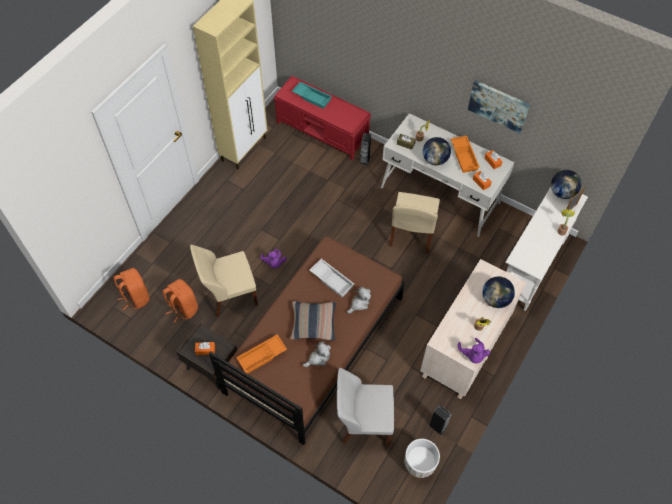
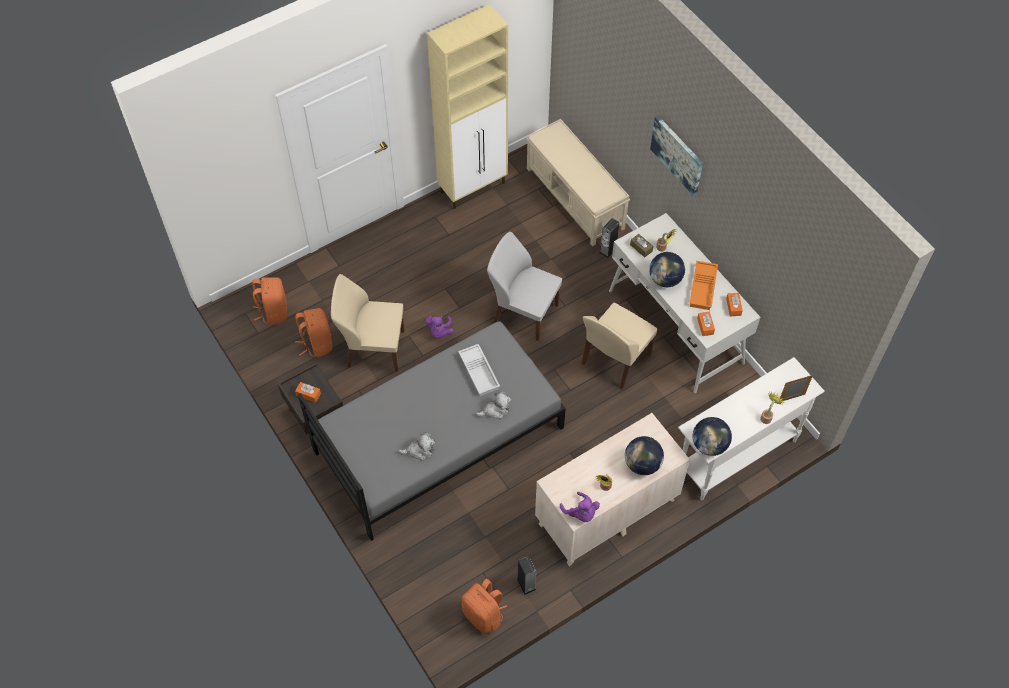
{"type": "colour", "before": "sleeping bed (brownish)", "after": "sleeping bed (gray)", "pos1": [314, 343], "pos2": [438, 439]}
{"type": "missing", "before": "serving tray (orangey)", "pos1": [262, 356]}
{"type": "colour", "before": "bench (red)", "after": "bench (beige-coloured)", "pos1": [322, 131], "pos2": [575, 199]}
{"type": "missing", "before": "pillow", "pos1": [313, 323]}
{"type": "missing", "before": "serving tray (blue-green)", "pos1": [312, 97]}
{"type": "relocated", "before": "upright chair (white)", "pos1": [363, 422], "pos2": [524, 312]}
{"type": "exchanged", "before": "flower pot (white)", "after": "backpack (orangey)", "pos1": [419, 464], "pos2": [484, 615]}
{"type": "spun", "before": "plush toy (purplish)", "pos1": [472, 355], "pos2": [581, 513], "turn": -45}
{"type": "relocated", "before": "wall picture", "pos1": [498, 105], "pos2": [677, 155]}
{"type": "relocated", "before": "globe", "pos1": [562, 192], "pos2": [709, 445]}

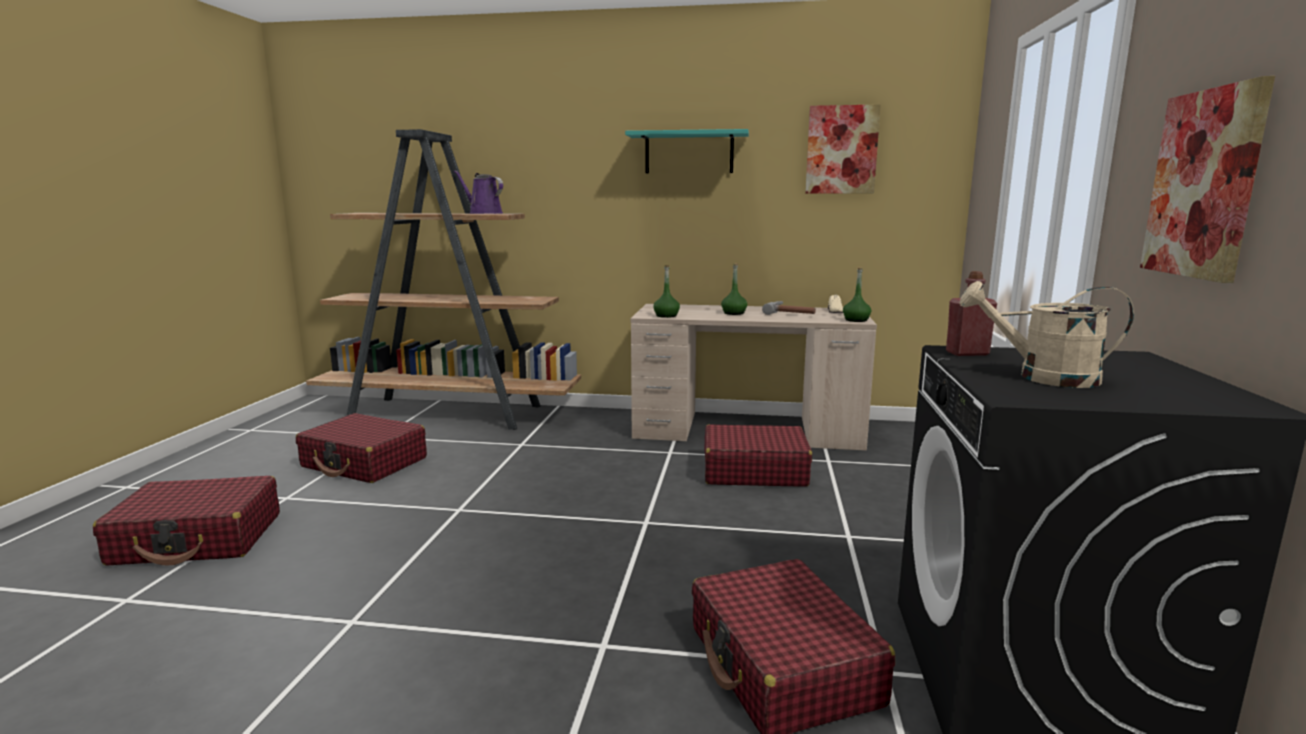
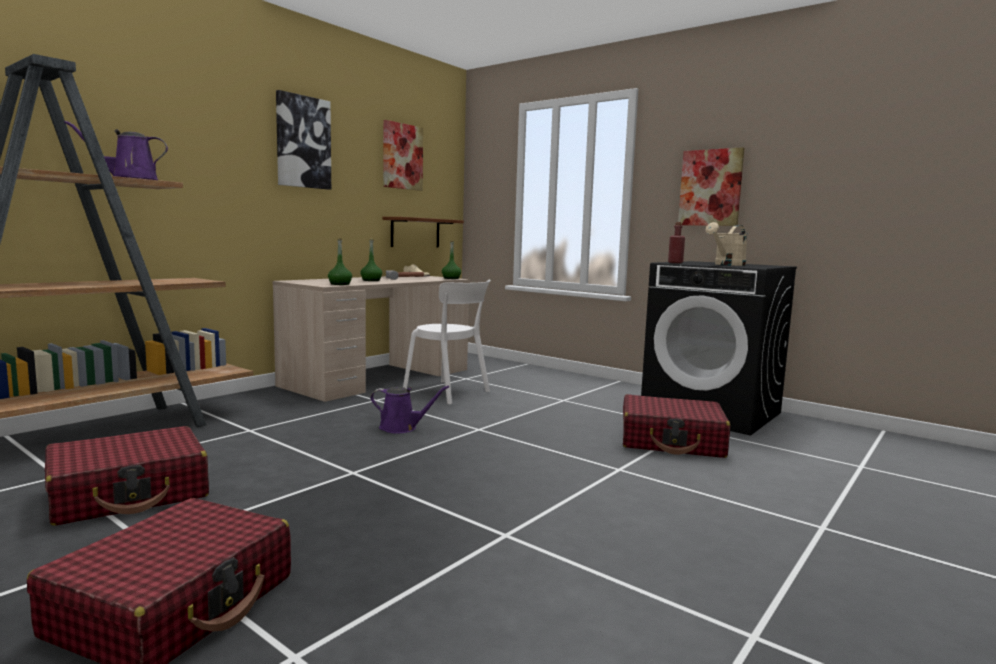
{"type": "exchanged", "before": "shelf (blue-green)", "after": "wall picture", "pos1": [689, 153], "pos2": [303, 142]}
{"type": "exchanged", "before": "suitcase (red)", "after": "upright chair (white)", "pos1": [754, 471], "pos2": [449, 393]}
{"type": "appeared", "after": "watering can (purplish)", "pos2": [402, 428]}
{"type": "appeared", "after": "shelf (brownish)", "pos2": [415, 232]}

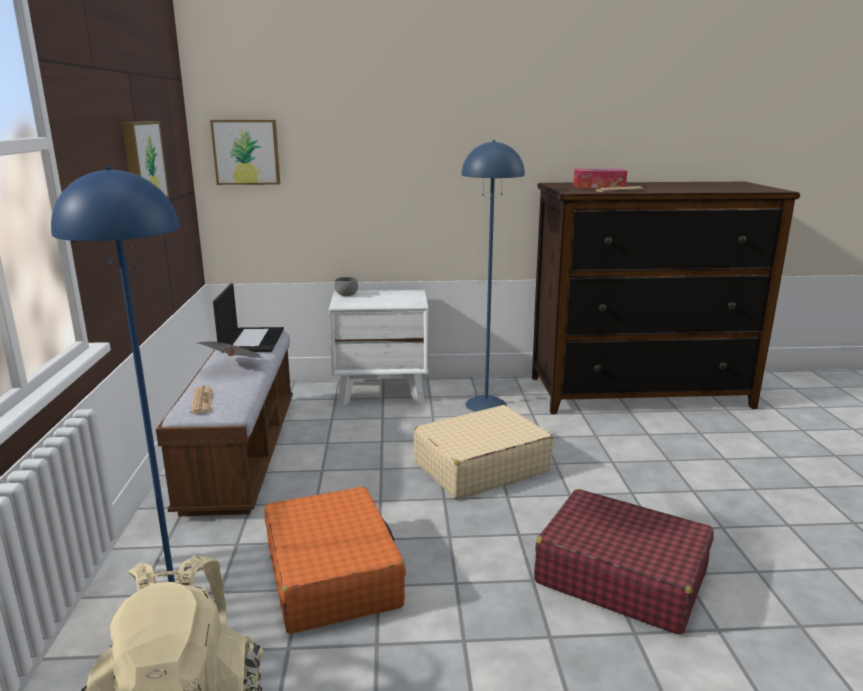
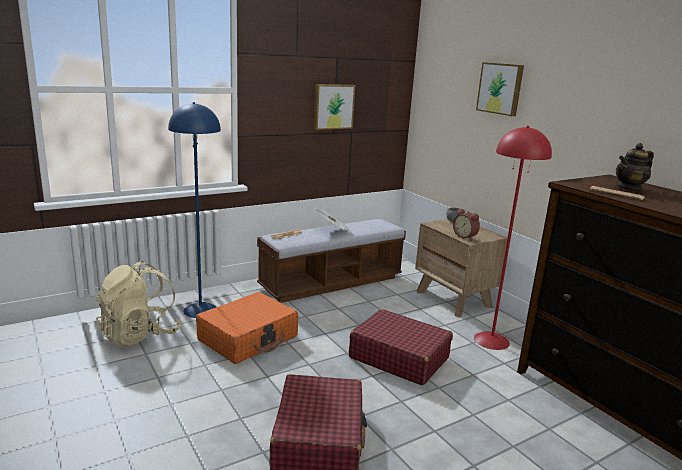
{"type": "relocated", "before": "wall picture", "pos1": [246, 152], "pos2": [500, 88]}
{"type": "missing", "before": "portable computer", "pos1": [251, 340]}
{"type": "colour", "before": "bedside table (white)", "after": "bedside table (brownish)", "pos1": [382, 392], "pos2": [454, 299]}
{"type": "colour", "before": "suitcase (beige-coloured)", "after": "suitcase (red)", "pos1": [480, 467], "pos2": [398, 357]}
{"type": "colour", "before": "standard lamp (blue)", "after": "standard lamp (red)", "pos1": [486, 404], "pos2": [491, 340]}
{"type": "exchanged", "before": "tissue holder", "after": "tea pot", "pos1": [599, 186], "pos2": [629, 188]}
{"type": "appeared", "after": "alarm clock", "pos2": [465, 236]}

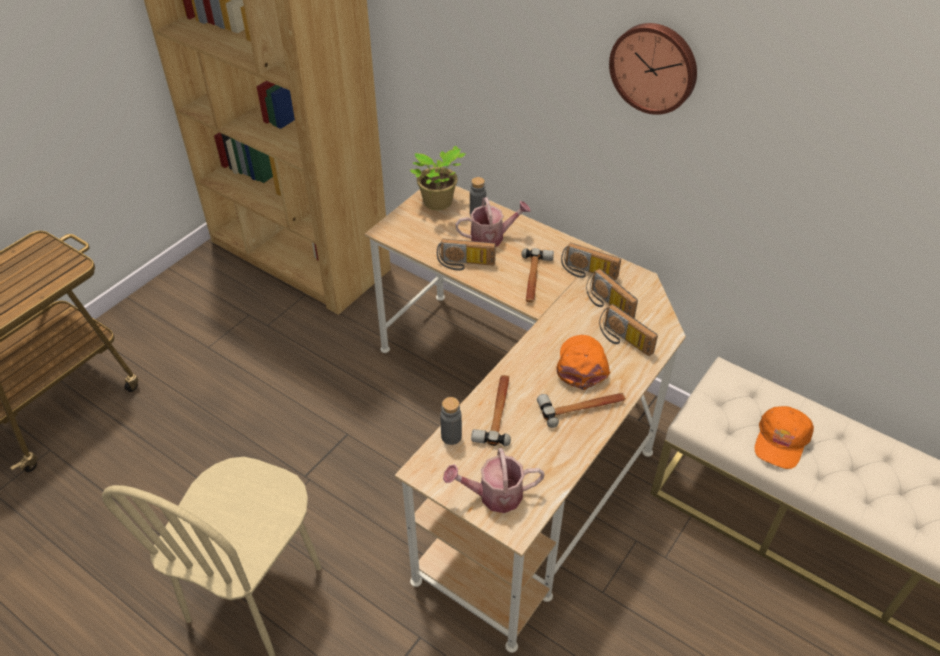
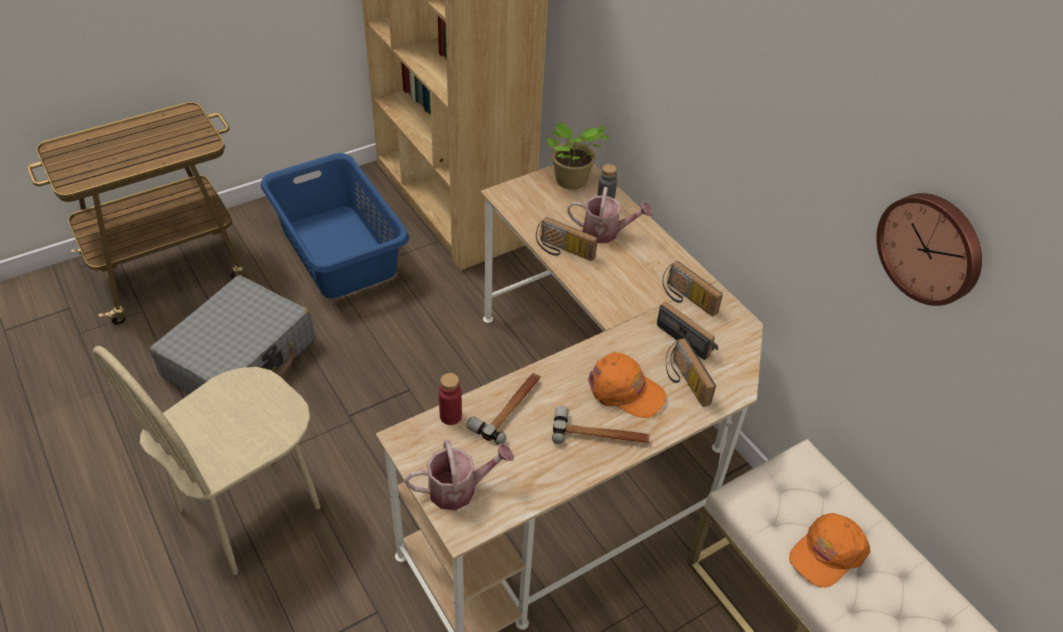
{"type": "colour", "before": "drink bottle (gray)", "after": "drink bottle (red)", "pos1": [451, 436], "pos2": [450, 416]}
{"type": "spun", "before": "watering can", "pos1": [494, 495], "pos2": [459, 489], "turn": 150}
{"type": "missing", "before": "hammer", "pos1": [534, 279]}
{"type": "spun", "before": "cap (orangey)", "pos1": [582, 364], "pos2": [625, 391], "turn": 90}
{"type": "spun", "before": "radio", "pos1": [607, 304], "pos2": [688, 338], "turn": 150}
{"type": "relocated", "before": "hanging clock", "pos1": [654, 67], "pos2": [931, 247]}
{"type": "appeared", "after": "suitcase (gray)", "pos2": [240, 358]}
{"type": "appeared", "after": "hamper (blue)", "pos2": [339, 250]}

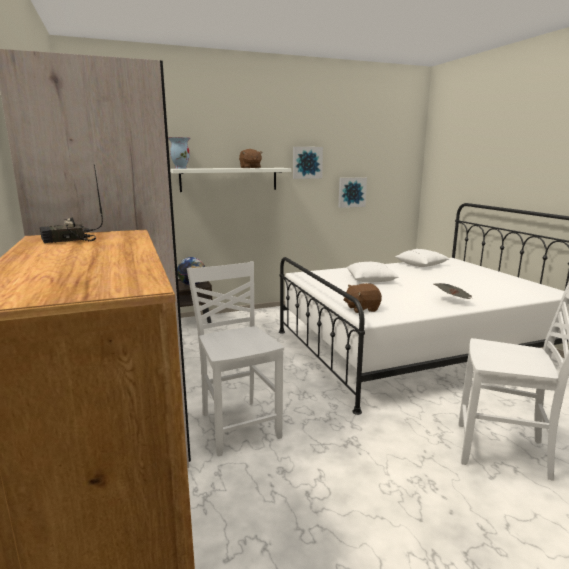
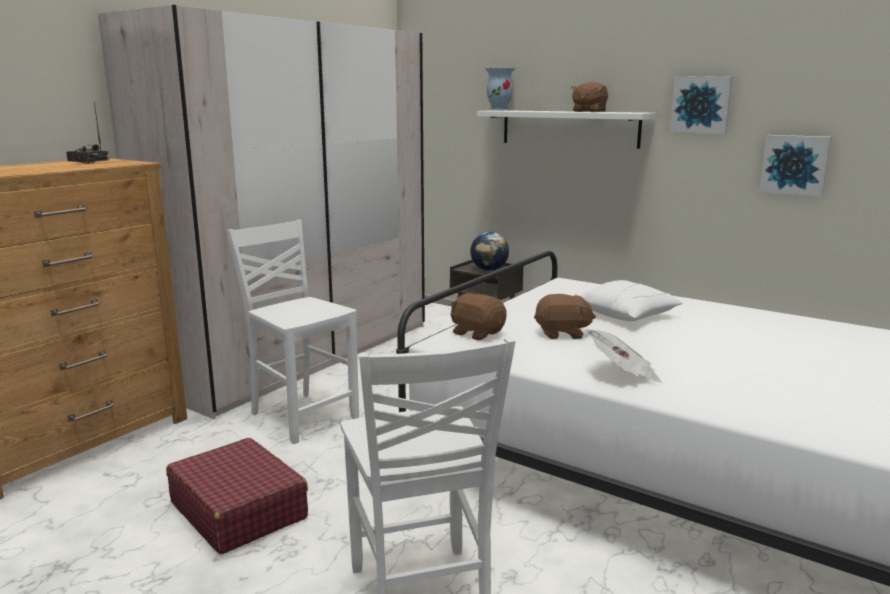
{"type": "spun", "before": "upright chair (white)", "pos1": [238, 425], "pos2": [302, 415], "turn": -75}
{"type": "missing", "before": "pillow (white)", "pos1": [421, 265]}
{"type": "appeared", "after": "suitcase (red)", "pos2": [238, 510]}
{"type": "appeared", "after": "plush toy (brownish)", "pos2": [562, 334]}

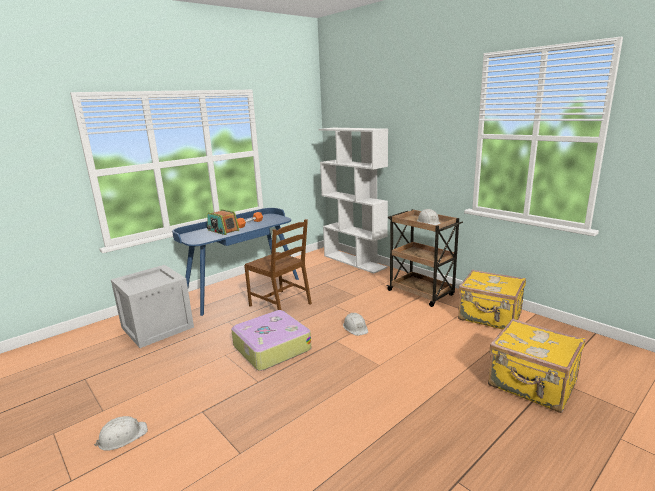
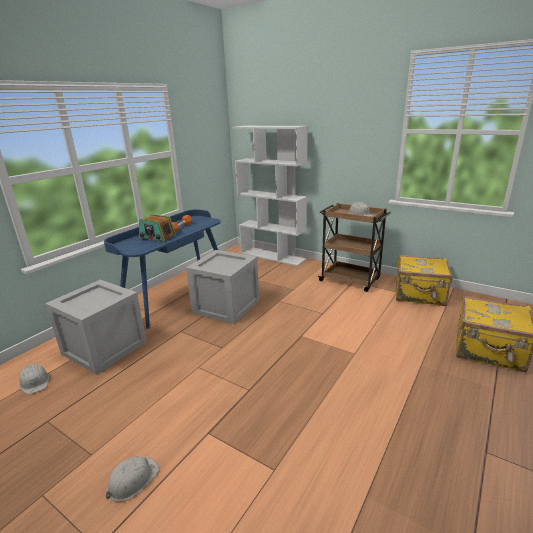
{"type": "missing", "before": "suitcase", "pos1": [271, 348]}
{"type": "exchanged", "before": "upright chair (brownish)", "after": "crate", "pos1": [281, 304], "pos2": [226, 306]}
{"type": "relocated", "before": "hard hat (white)", "pos1": [355, 328], "pos2": [35, 382]}

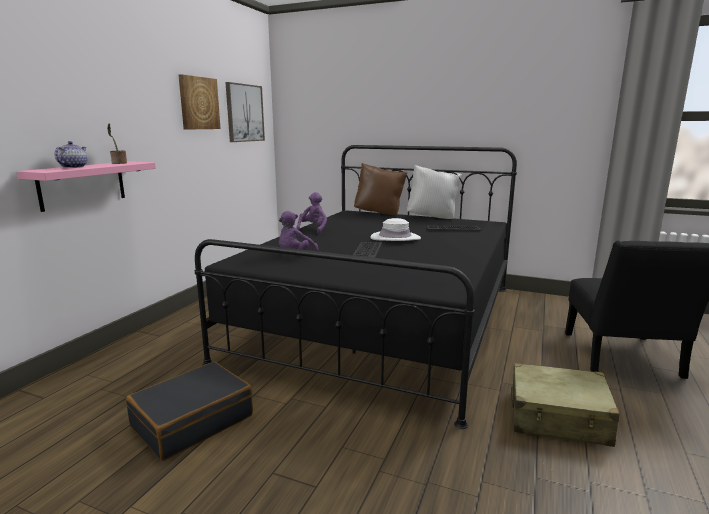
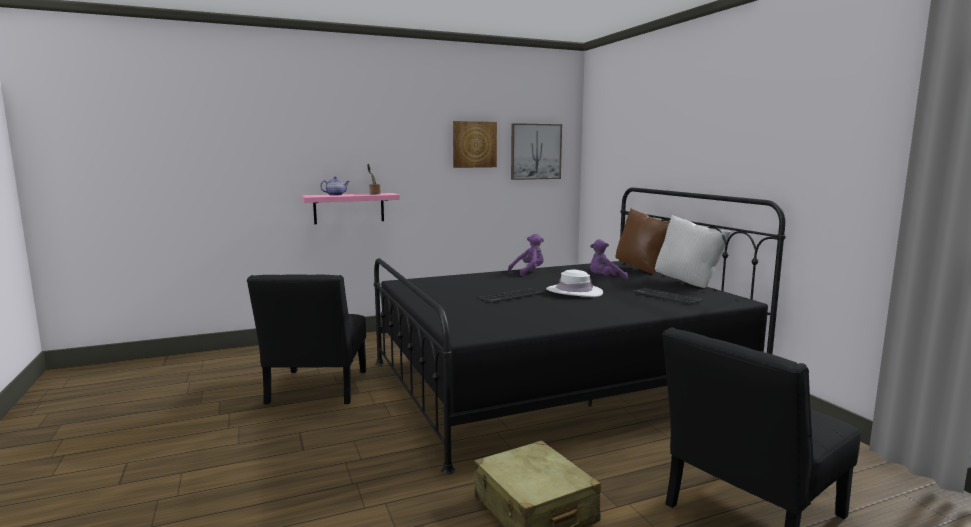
{"type": "exchanged", "before": "suitcase (blackish)", "after": "upright chair (blackish)", "pos1": [192, 420], "pos2": [316, 390]}
{"type": "relocated", "before": "plush toy (purplish)", "pos1": [295, 255], "pos2": [605, 279]}

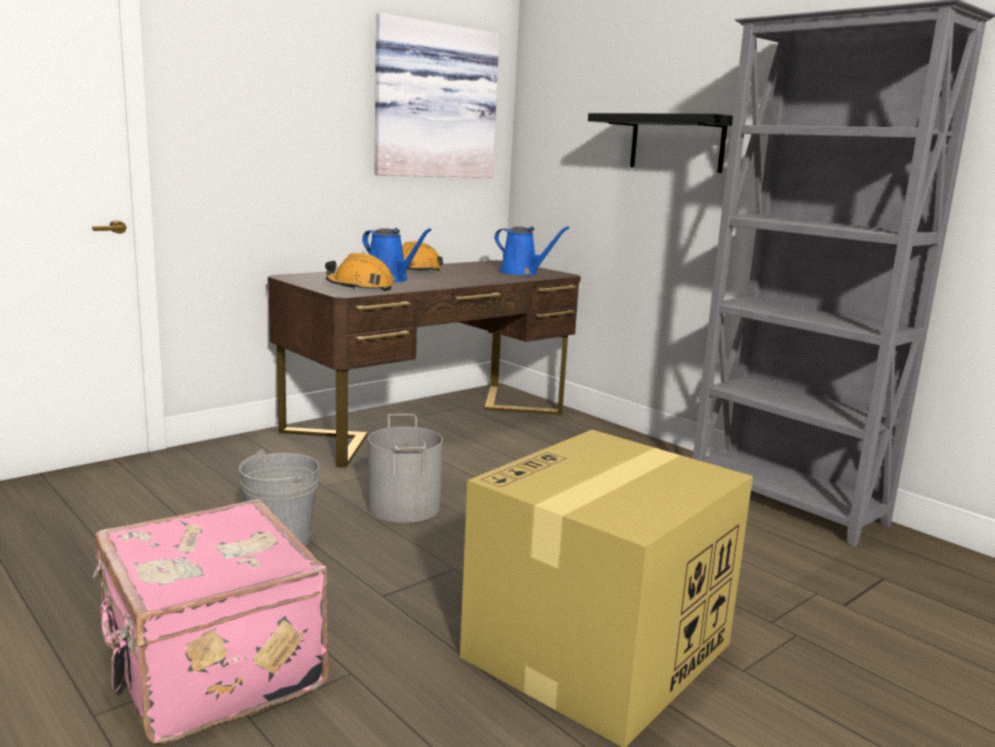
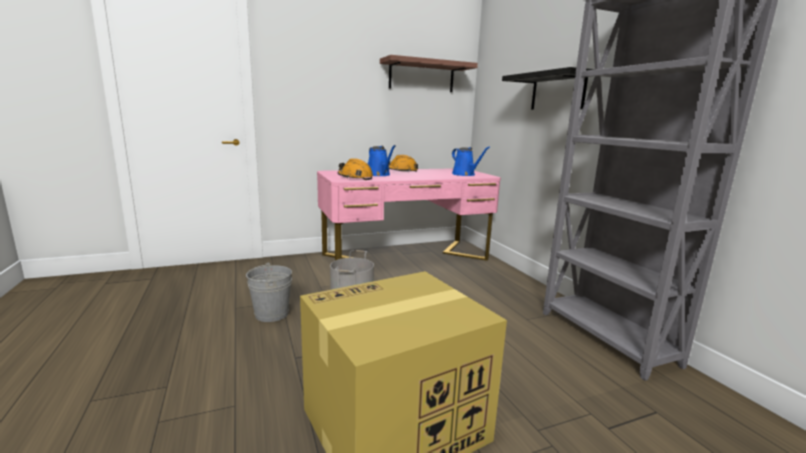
{"type": "missing", "before": "suitcase (pinkish)", "pos1": [209, 669]}
{"type": "colour", "before": "desk table (brownish)", "after": "desk table (pinkish)", "pos1": [429, 422], "pos2": [406, 257]}
{"type": "exchanged", "before": "wall picture", "after": "shelf", "pos1": [433, 101], "pos2": [421, 76]}

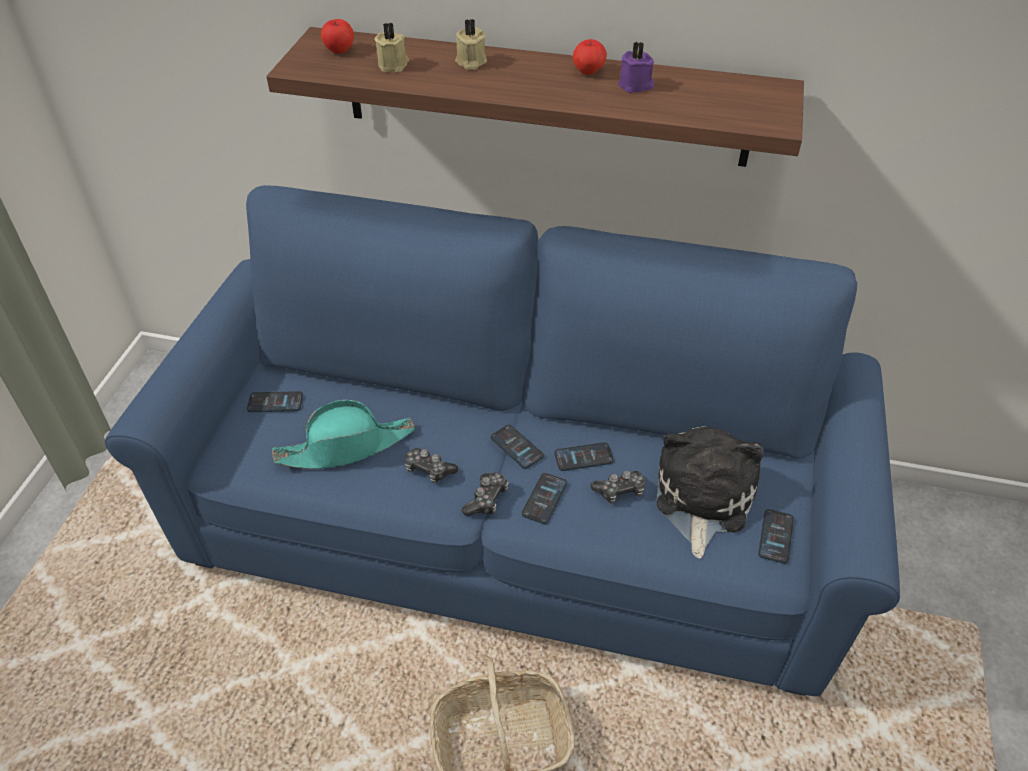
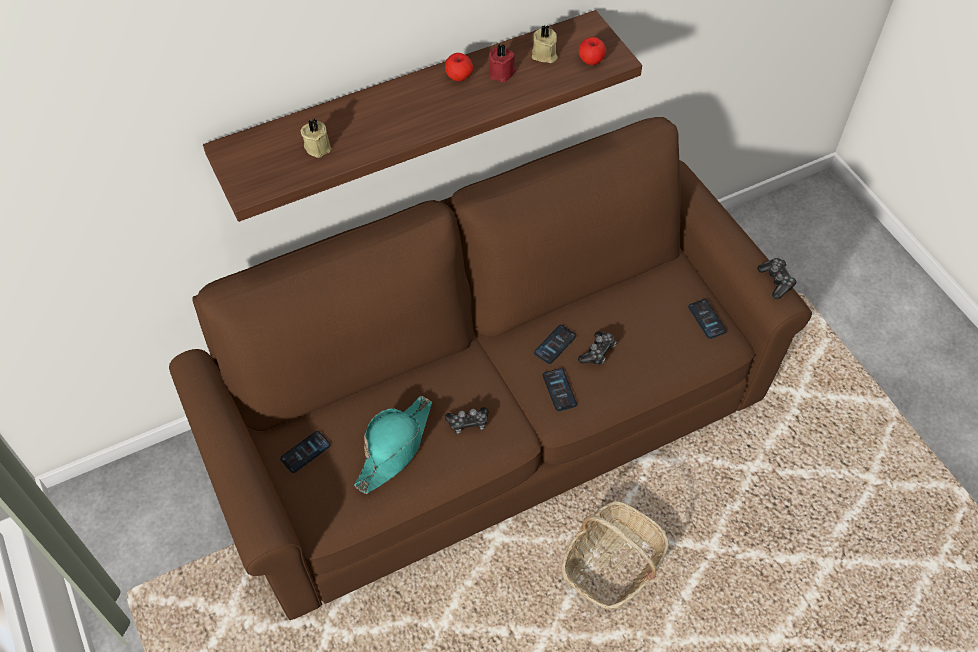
{"type": "colour", "before": "settee (blue)", "after": "settee (brownish)", "pos1": [514, 524], "pos2": [490, 421]}
{"type": "relocated", "before": "whole apple", "pos1": [339, 50], "pos2": [591, 61]}
{"type": "relocated", "before": "wax light (beige-coloured)", "pos1": [470, 62], "pos2": [544, 55]}
{"type": "relocated", "before": "game controller", "pos1": [486, 499], "pos2": [776, 281]}
{"type": "missing", "before": "telephone", "pos1": [516, 447]}
{"type": "colour", "before": "wax light (purplish)", "after": "wax light (red)", "pos1": [636, 85], "pos2": [502, 73]}
{"type": "missing", "before": "plush toy", "pos1": [701, 499]}

